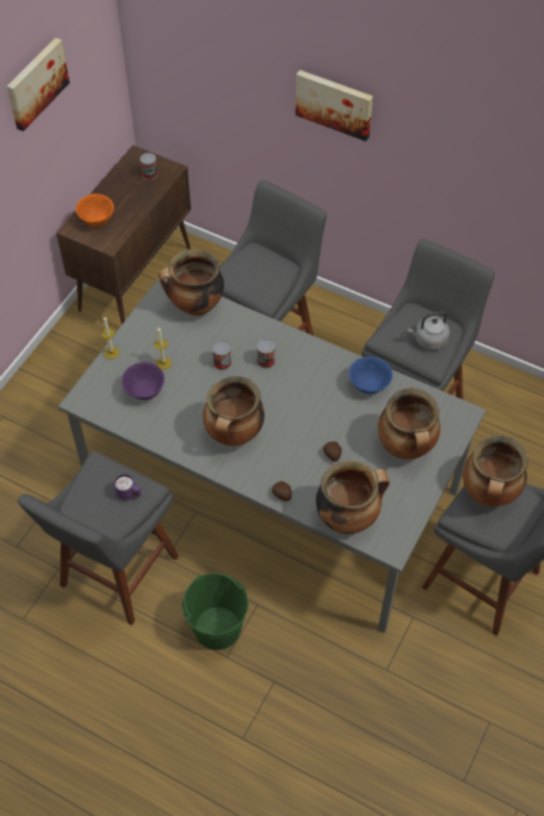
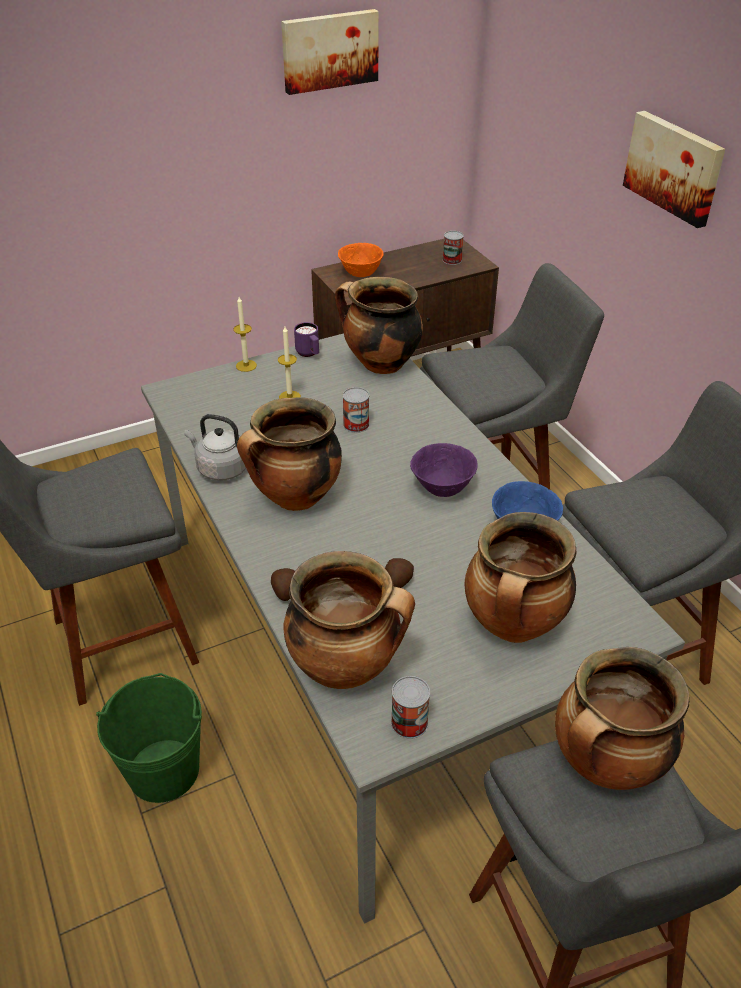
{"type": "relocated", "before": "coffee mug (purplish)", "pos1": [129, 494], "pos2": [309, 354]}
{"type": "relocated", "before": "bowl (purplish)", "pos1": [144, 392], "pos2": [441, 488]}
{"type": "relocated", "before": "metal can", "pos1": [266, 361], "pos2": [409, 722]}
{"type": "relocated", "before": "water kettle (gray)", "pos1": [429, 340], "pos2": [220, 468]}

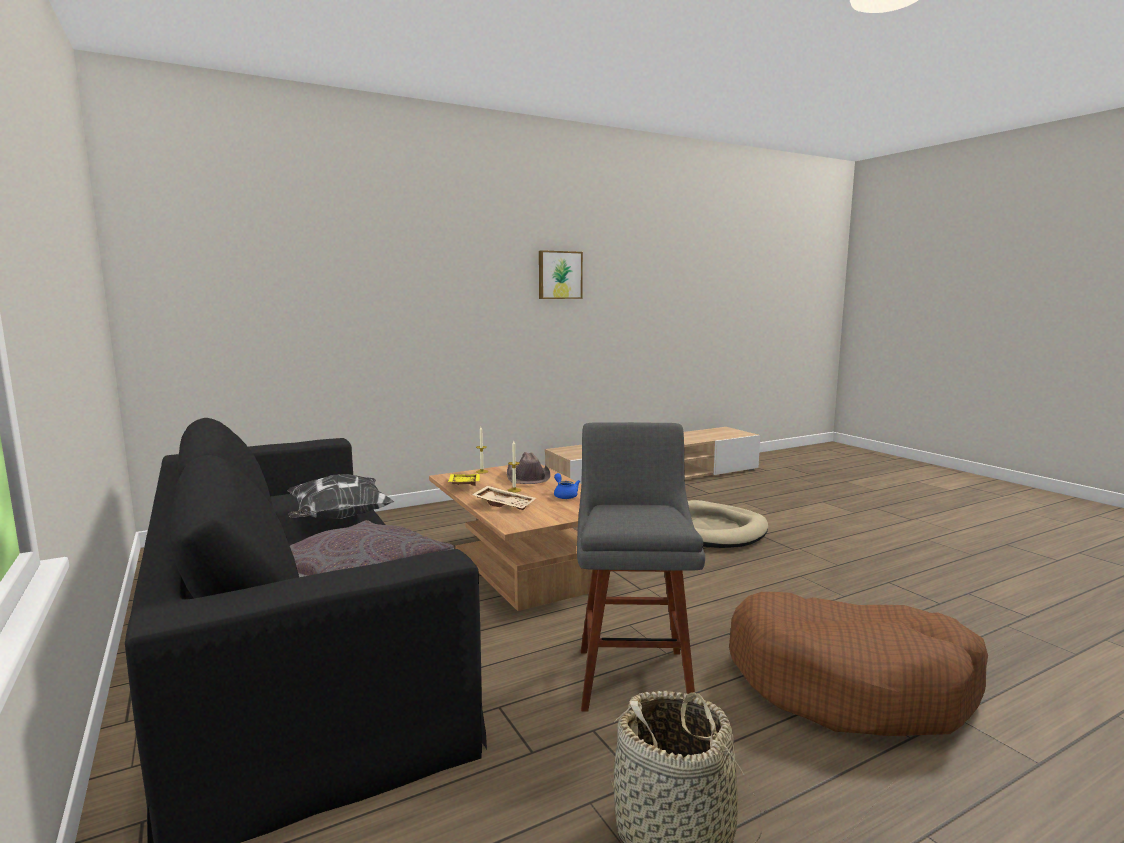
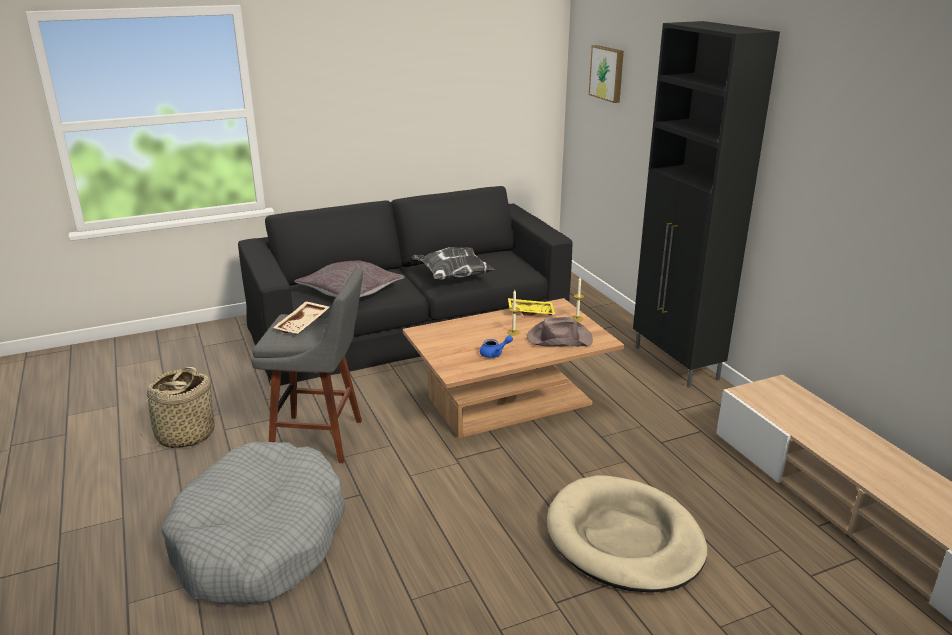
{"type": "relocated", "before": "serving tray (beige-coloured)", "pos1": [505, 504], "pos2": [303, 324]}
{"type": "relocated", "before": "wall picture", "pos1": [559, 275], "pos2": [608, 73]}
{"type": "colour", "before": "dog bed (brownish)", "after": "dog bed (gray)", "pos1": [850, 684], "pos2": [260, 540]}
{"type": "appeared", "after": "cupboard (blackish)", "pos2": [676, 364]}

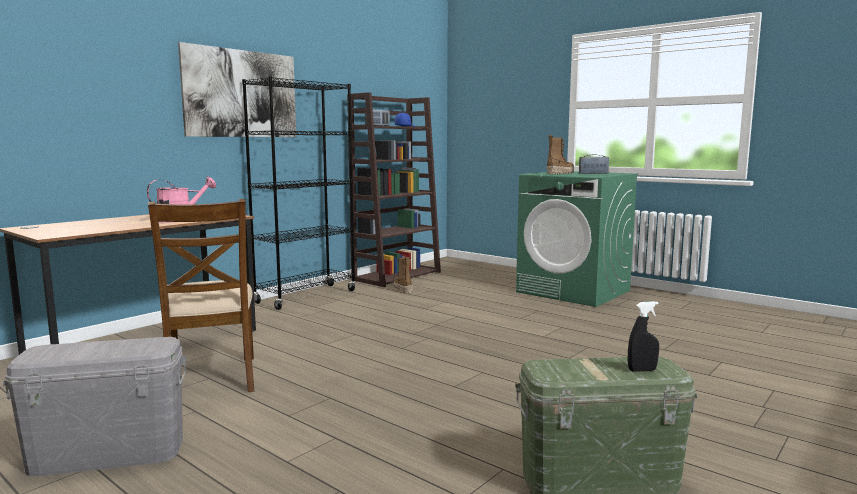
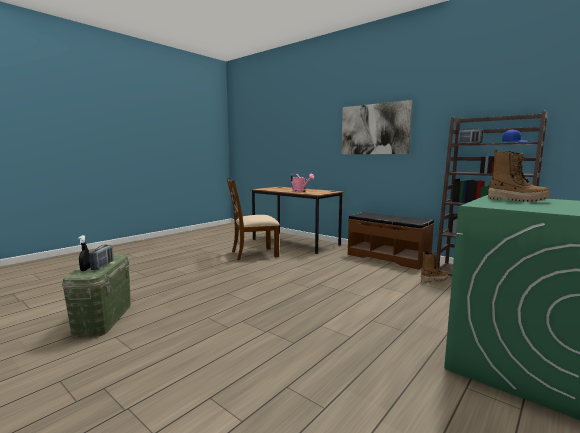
{"type": "missing", "before": "storage box (gray)", "pos1": [108, 453]}
{"type": "exchanged", "before": "bookcase (blackish)", "after": "bench (brownish)", "pos1": [306, 297], "pos2": [388, 257]}
{"type": "relocated", "before": "radio", "pos1": [593, 173], "pos2": [102, 265]}

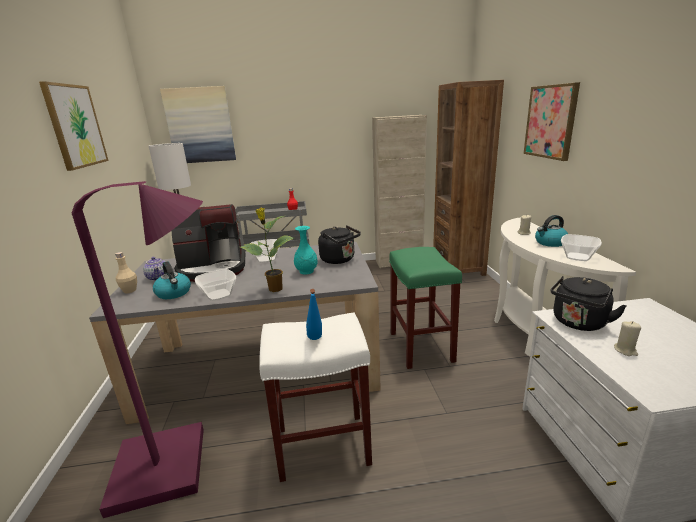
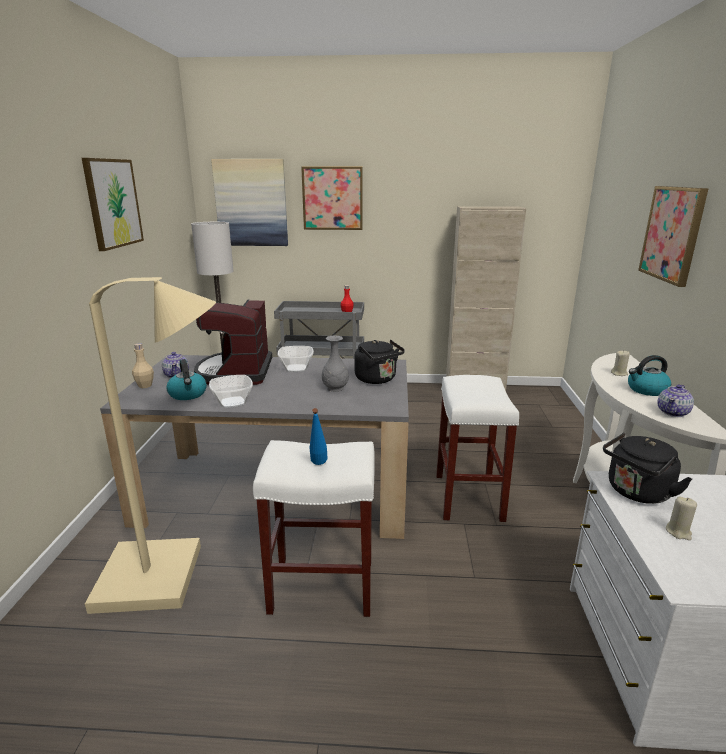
{"type": "colour", "before": "standard lamp (purplish)", "after": "standard lamp (beige-coloured)", "pos1": [176, 464], "pos2": [166, 576]}
{"type": "spun", "before": "coffee brewer", "pos1": [213, 268], "pos2": [236, 372], "turn": 90}
{"type": "missing", "before": "houseplant", "pos1": [274, 289]}
{"type": "colour", "before": "decorative vase (blue-green)", "after": "decorative vase (gray)", "pos1": [306, 271], "pos2": [335, 388]}
{"type": "colour", "before": "stool seat (greenish)", "after": "stool seat (white)", "pos1": [422, 347], "pos2": [469, 498]}
{"type": "missing", "before": "bookcase (brownish)", "pos1": [458, 268]}
{"type": "exchanged", "before": "bowl", "after": "tea pot", "pos1": [578, 257], "pos2": [673, 412]}
{"type": "appeared", "after": "wall picture", "pos2": [332, 198]}

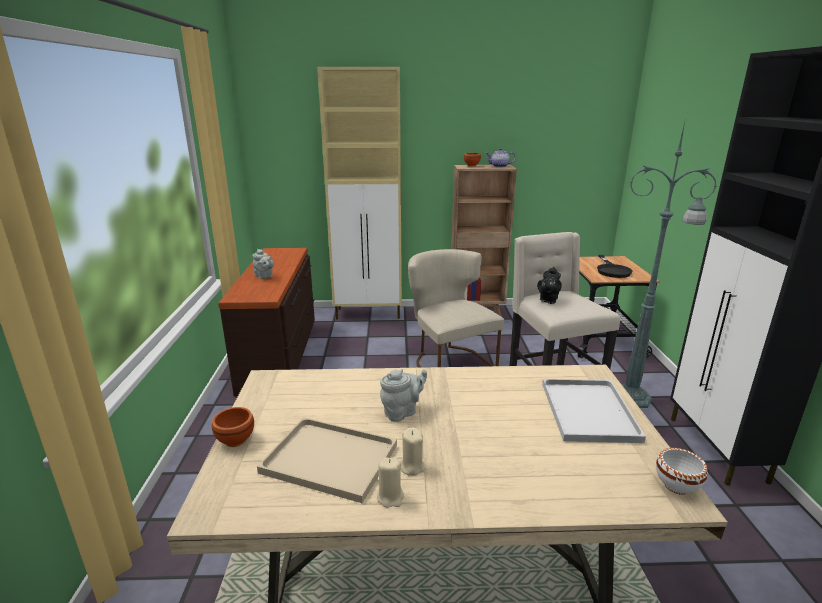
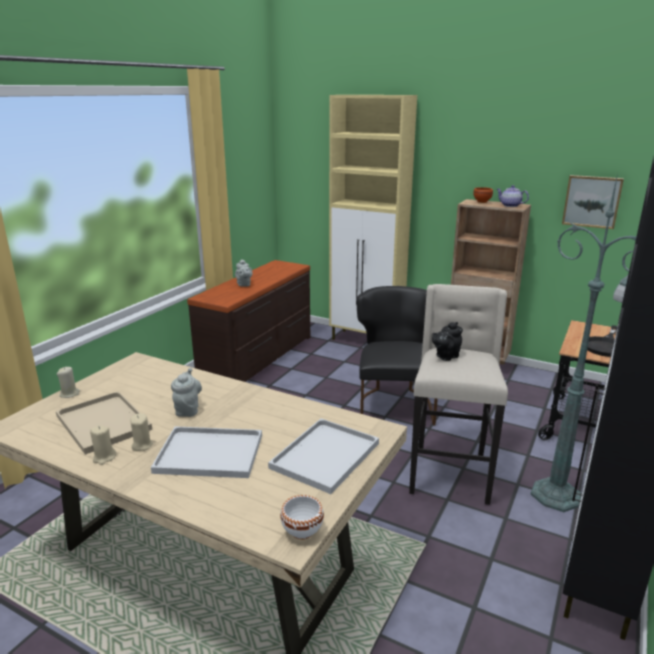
{"type": "exchanged", "before": "bowl (brownish)", "after": "wax light (beige-coloured)", "pos1": [236, 441], "pos2": [69, 394]}
{"type": "spun", "before": "tea pot (gray)", "pos1": [402, 412], "pos2": [187, 409], "turn": -90}
{"type": "colour", "before": "upright chair (beige-coloured)", "after": "upright chair (blackish)", "pos1": [449, 362], "pos2": [395, 404]}
{"type": "appeared", "after": "serving tray (white)", "pos2": [207, 454]}
{"type": "appeared", "after": "wall picture", "pos2": [592, 201]}

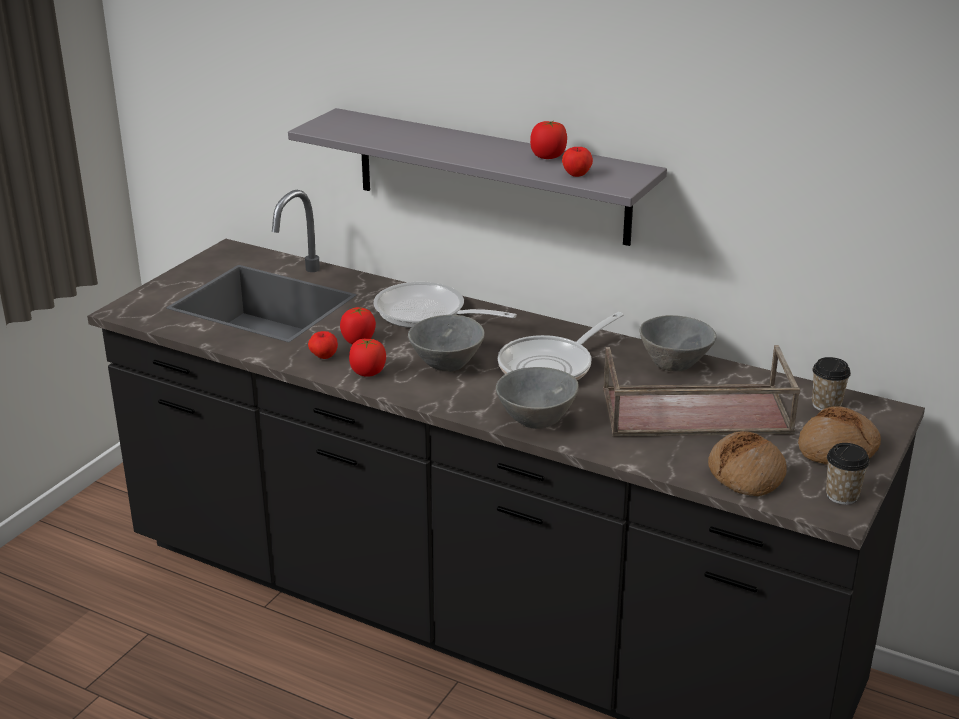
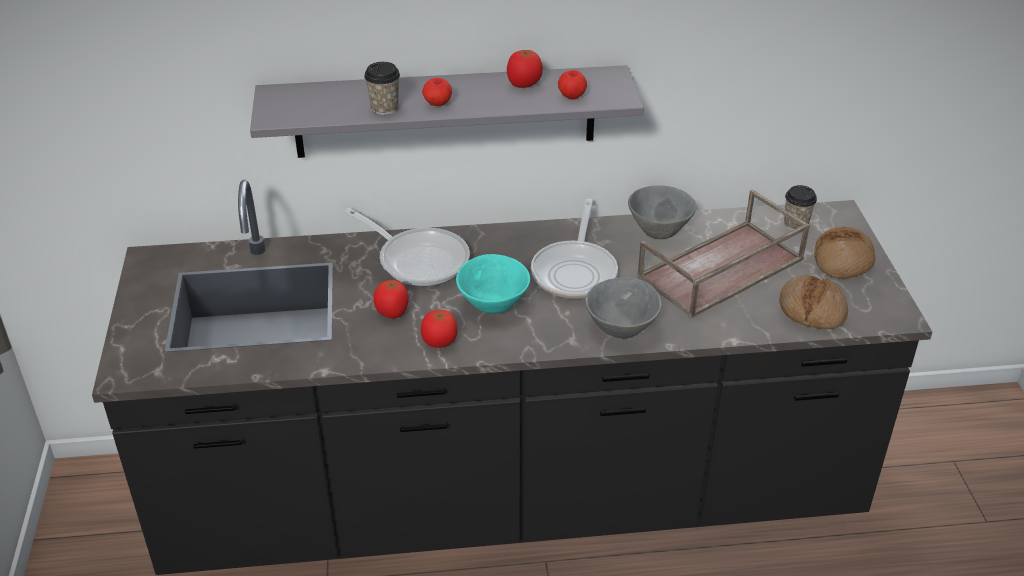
{"type": "relocated", "before": "whole apple", "pos1": [324, 356], "pos2": [437, 104]}
{"type": "spun", "before": "skillet", "pos1": [427, 314], "pos2": [418, 259], "turn": -135}
{"type": "colour", "before": "bowl (gray)", "after": "bowl (blue-green)", "pos1": [445, 363], "pos2": [491, 304]}
{"type": "relocated", "before": "small cup", "pos1": [842, 495], "pos2": [384, 108]}

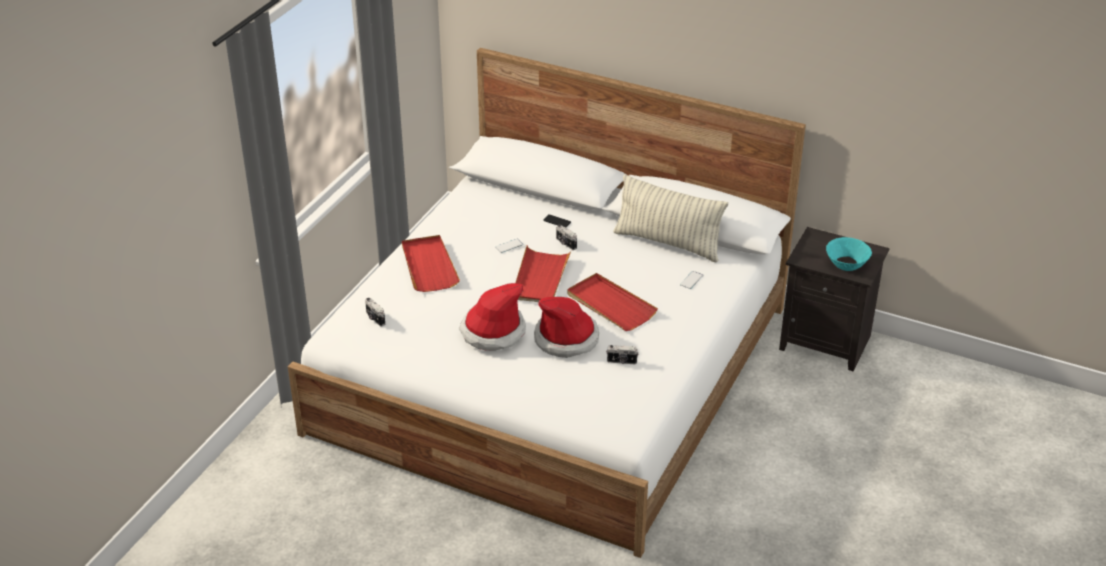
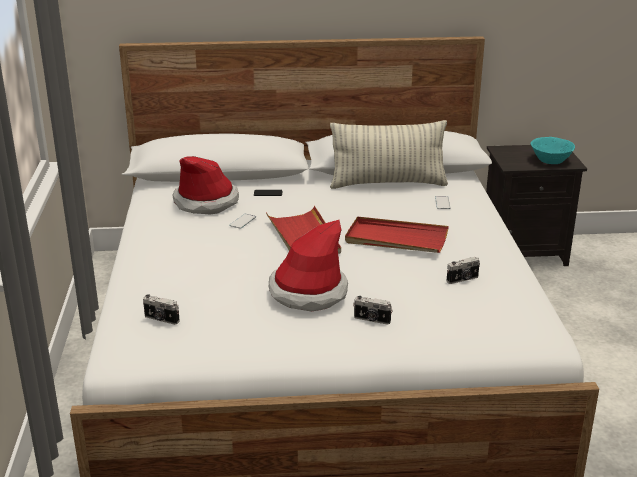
{"type": "missing", "before": "serving tray (red)", "pos1": [428, 266]}
{"type": "relocated", "before": "clothing hat", "pos1": [566, 338], "pos2": [206, 202]}
{"type": "relocated", "before": "still camera", "pos1": [565, 244], "pos2": [372, 320]}

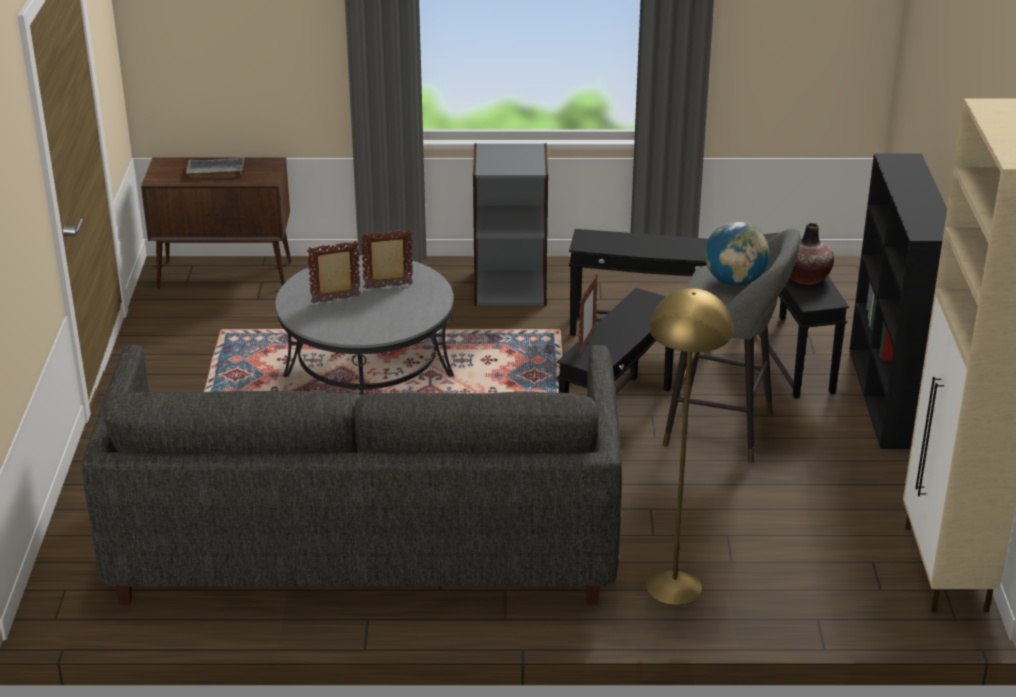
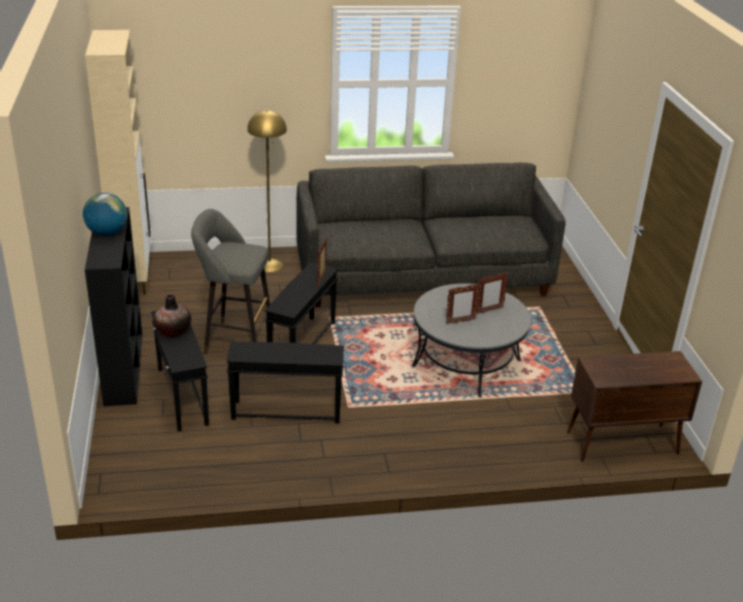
{"type": "missing", "before": "serving tray (gray)", "pos1": [215, 172]}
{"type": "missing", "before": "bookcase (gray)", "pos1": [510, 287]}
{"type": "relocated", "before": "globe", "pos1": [734, 281], "pos2": [107, 233]}

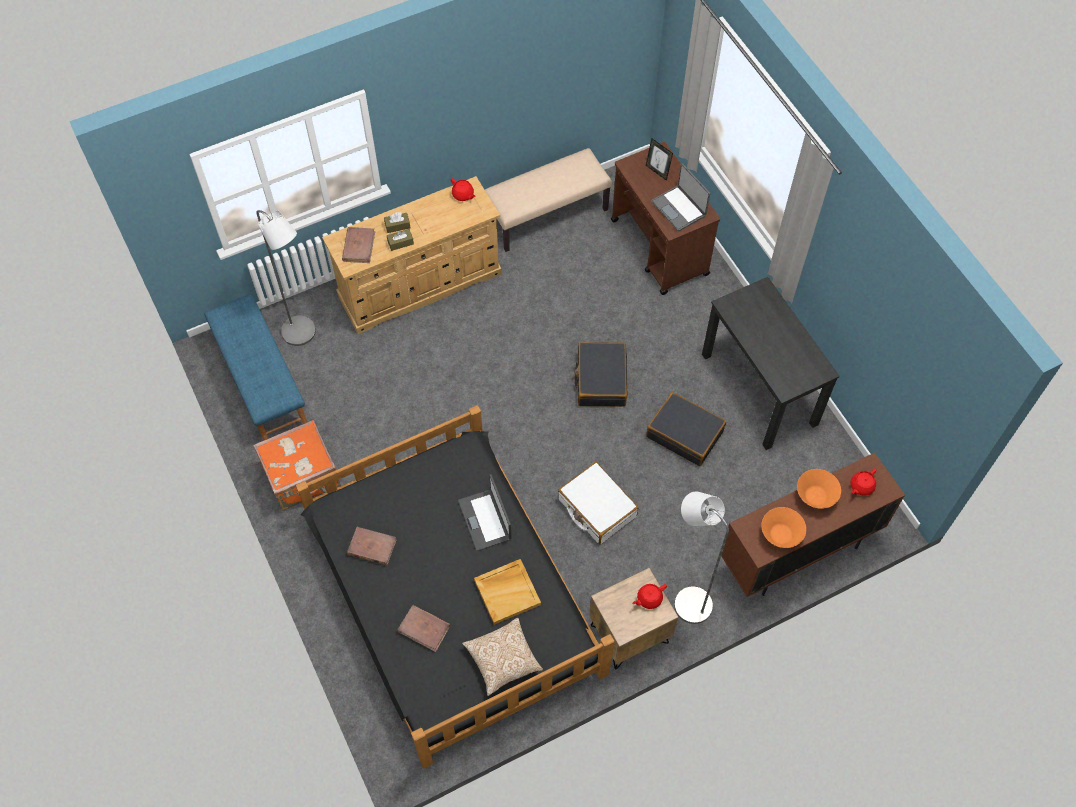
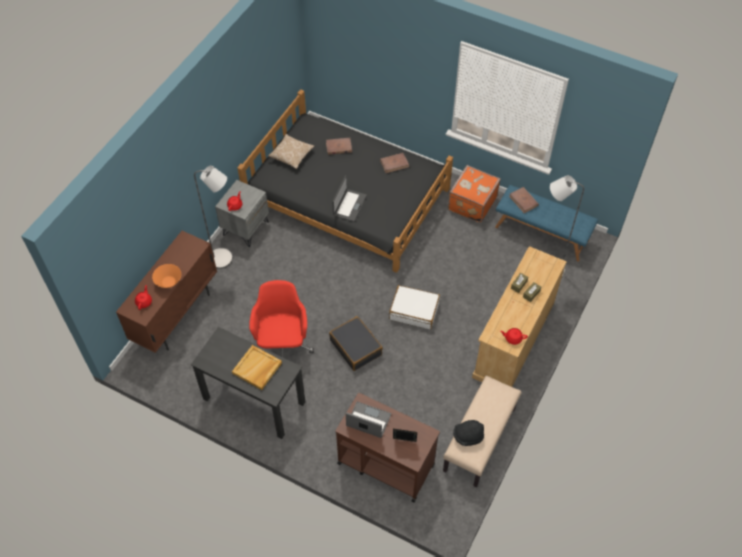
{"type": "relocated", "before": "volume (brownish)", "pos1": [359, 246], "pos2": [523, 201]}
{"type": "spun", "before": "portable computer", "pos1": [485, 519], "pos2": [349, 205], "turn": 75}
{"type": "relocated", "before": "serving tray (beige-coloured)", "pos1": [507, 592], "pos2": [257, 368]}
{"type": "relocated", "before": "suitcase (white)", "pos1": [596, 508], "pos2": [414, 311]}
{"type": "colour", "before": "bedside table (brownish)", "after": "bedside table (gray)", "pos1": [629, 634], "pos2": [245, 228]}
{"type": "exchanged", "before": "suitcase (blackish)", "after": "computer chair (red)", "pos1": [685, 434], "pos2": [283, 345]}
{"type": "missing", "before": "bowl (orangey)", "pos1": [780, 534]}
{"type": "appeared", "after": "clothing hat (blackish)", "pos2": [468, 436]}

